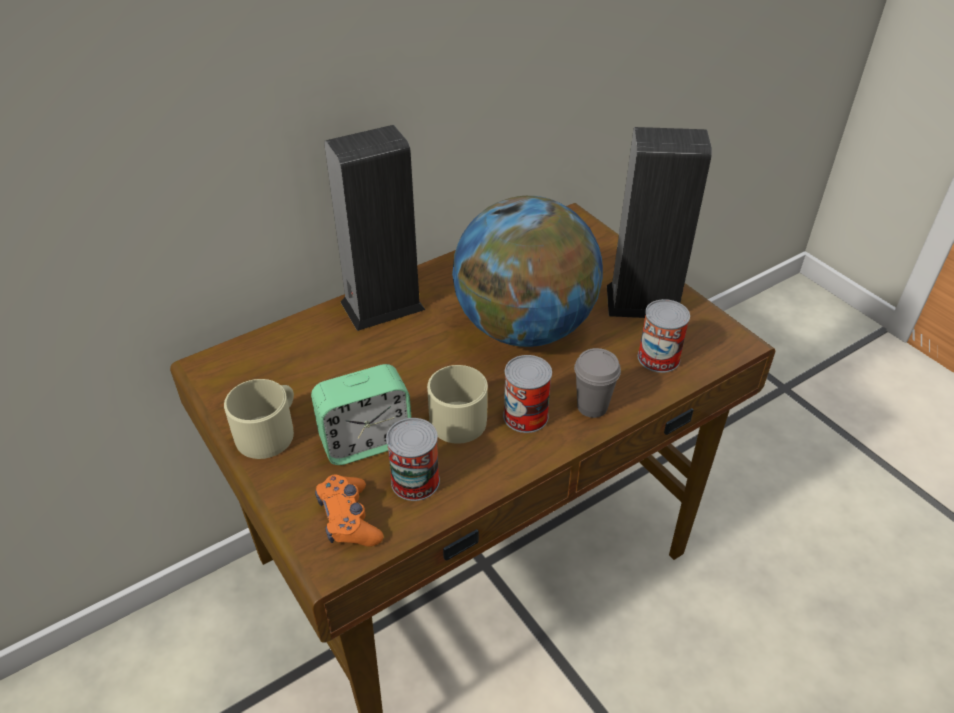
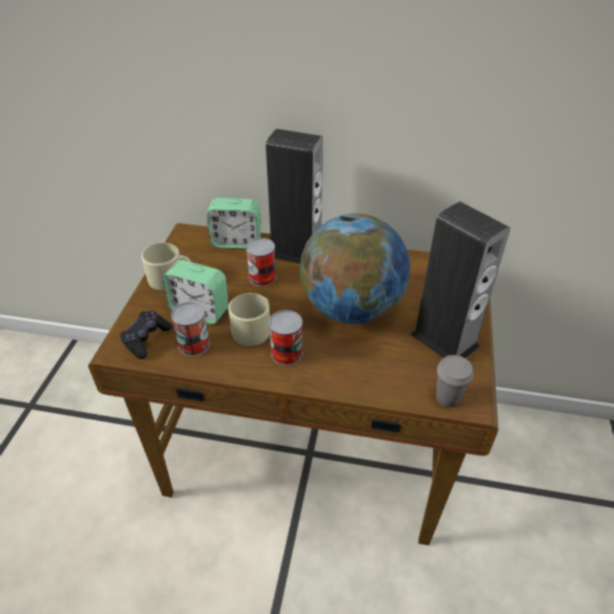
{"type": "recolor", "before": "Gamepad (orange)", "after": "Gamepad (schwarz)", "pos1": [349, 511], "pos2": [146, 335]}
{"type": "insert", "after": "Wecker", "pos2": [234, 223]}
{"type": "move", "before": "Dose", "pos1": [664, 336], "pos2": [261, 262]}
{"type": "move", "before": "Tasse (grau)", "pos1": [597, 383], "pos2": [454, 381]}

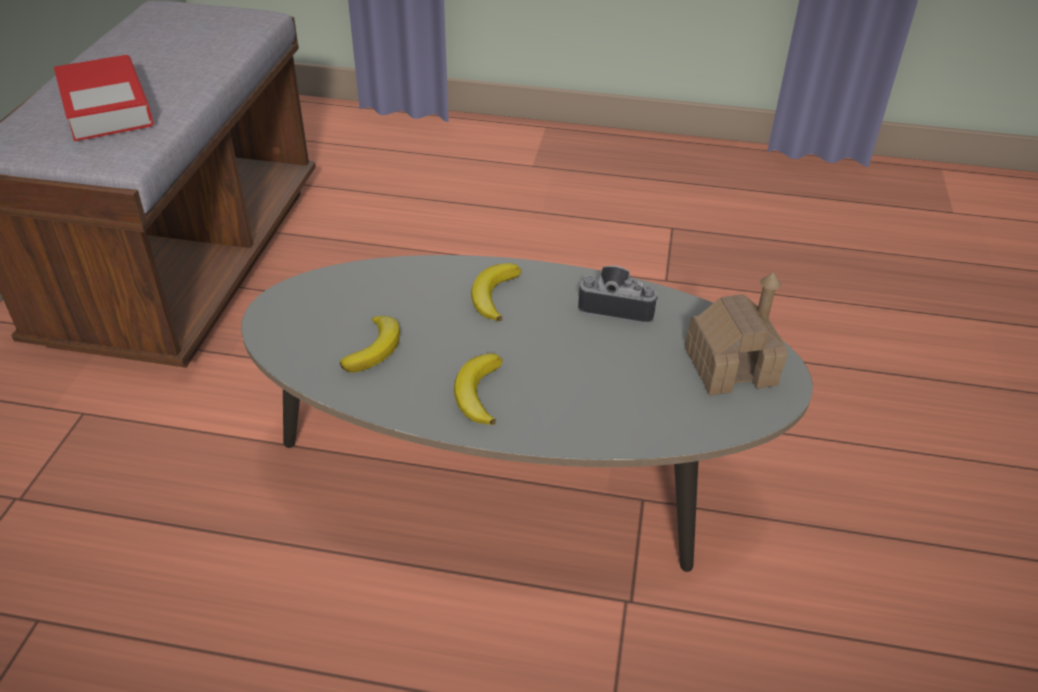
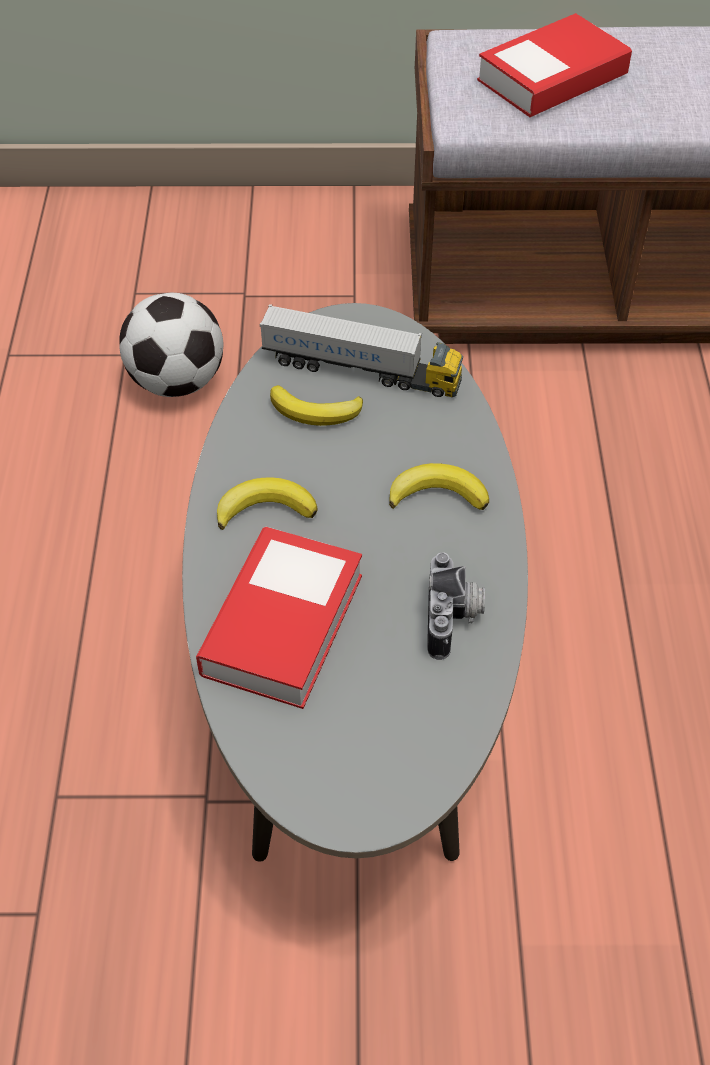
{"type": "insert", "after": "Fußball", "pos2": [171, 345]}
{"type": "insert", "after": "Buch", "pos2": [279, 618]}
{"type": "insert", "after": "Spielzeuglaster", "pos2": [361, 350]}
{"type": "delete", "before": "Spielzeughaus", "pos1": [736, 334]}

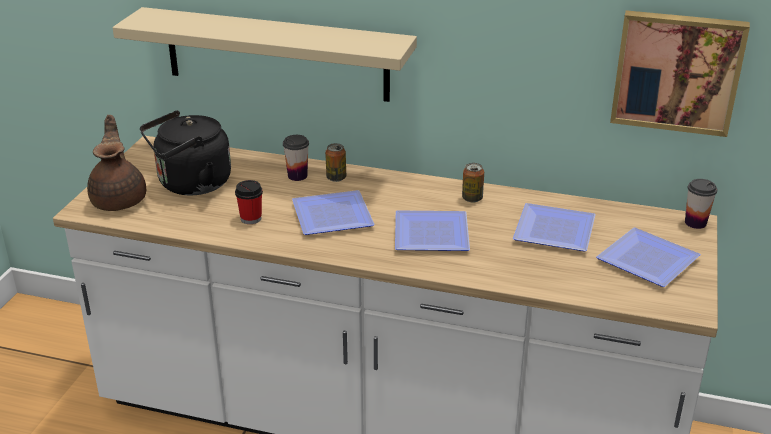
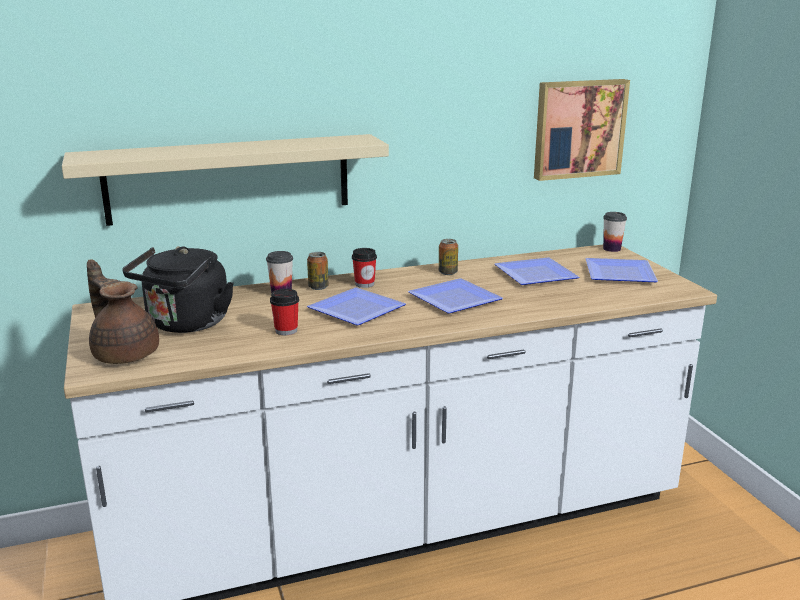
{"type": "insert", "after": "Tasse", "pos2": [364, 268]}

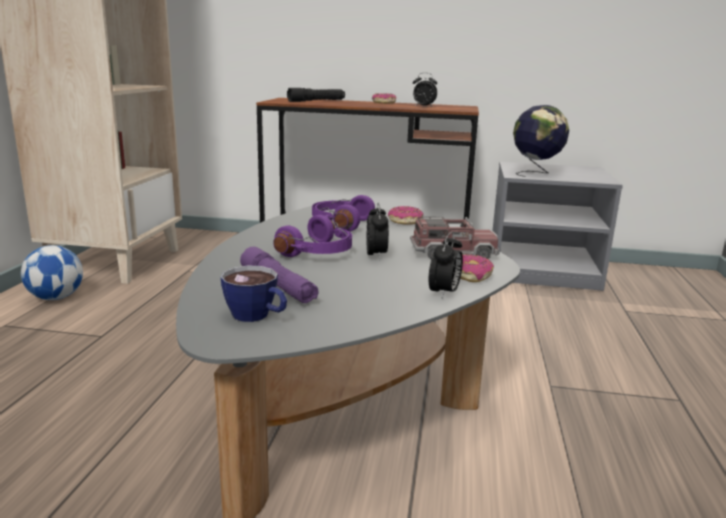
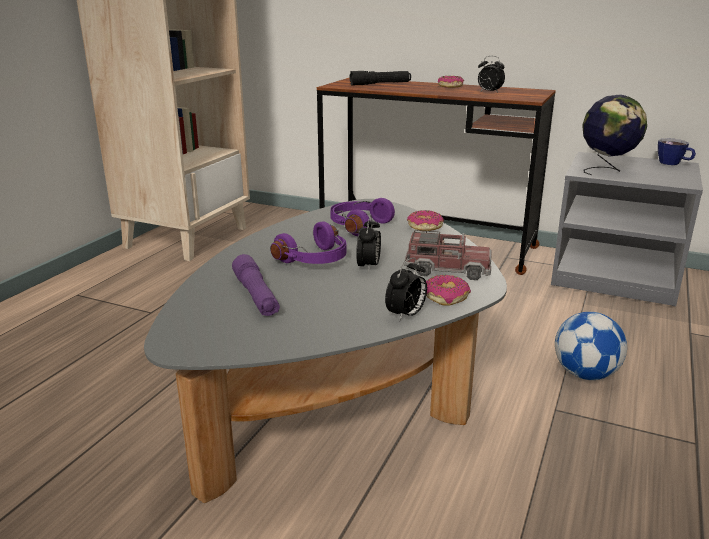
{"type": "move", "before": "Fußball", "pos1": [52, 272], "pos2": [591, 346]}
{"type": "move", "before": "Tasse", "pos1": [254, 293], "pos2": [677, 151]}

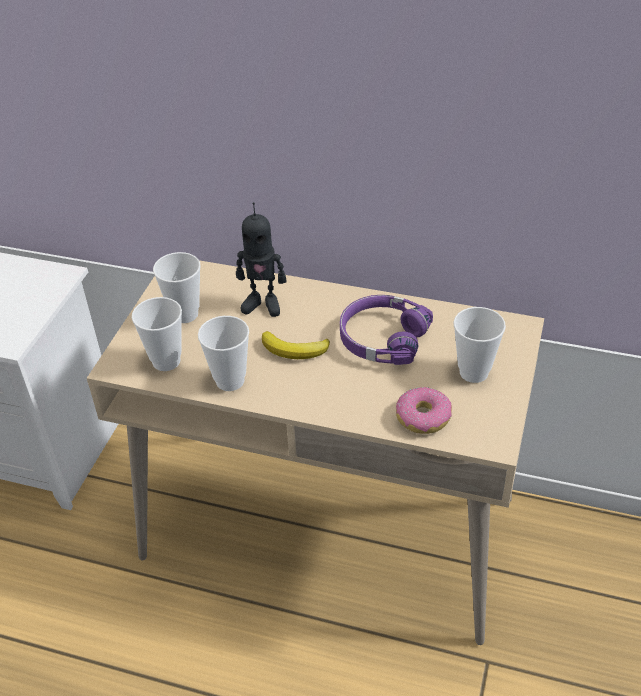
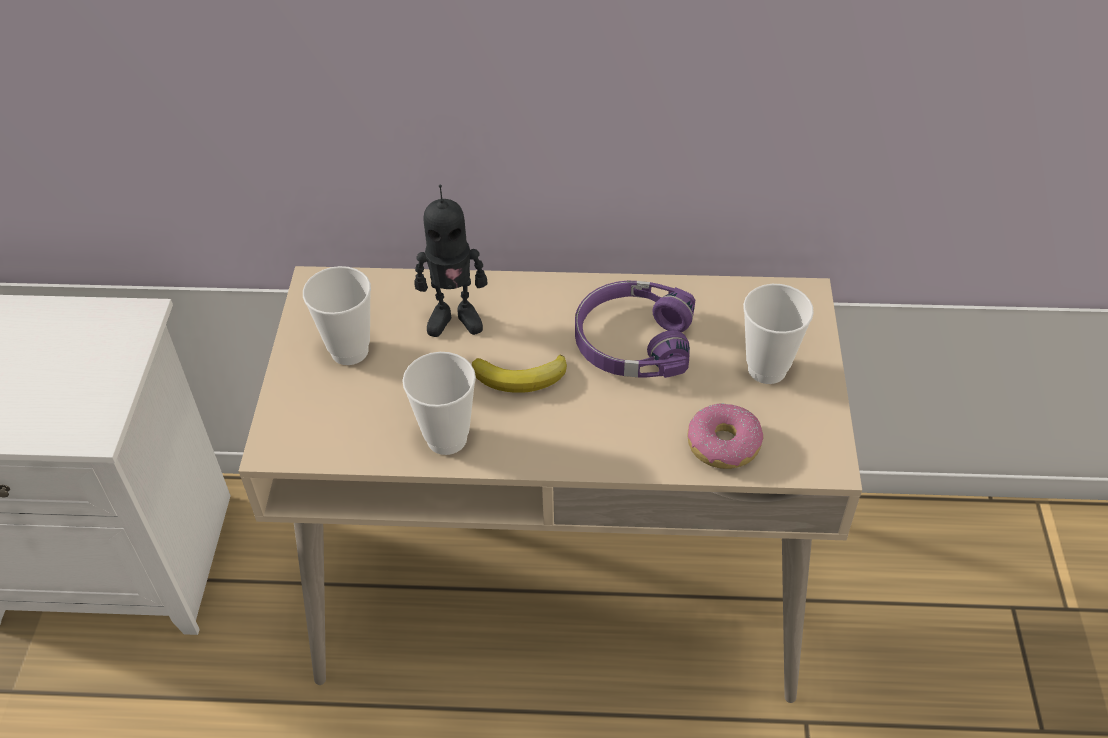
{"type": "delete", "before": "Tasse", "pos1": [157, 334]}

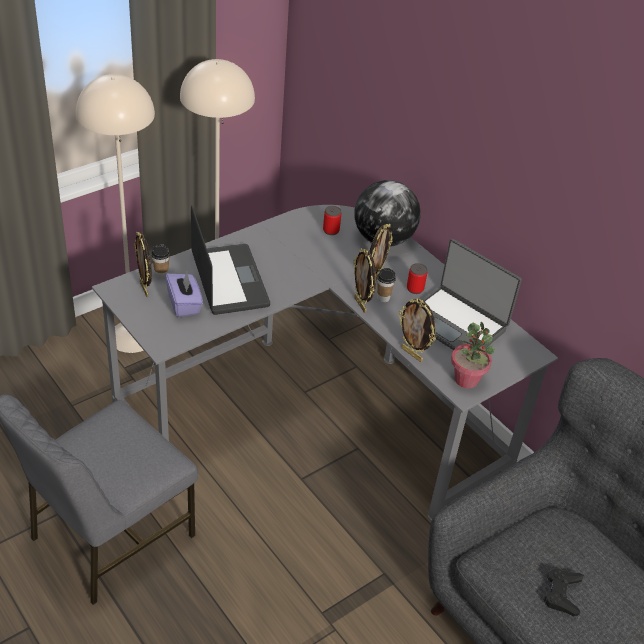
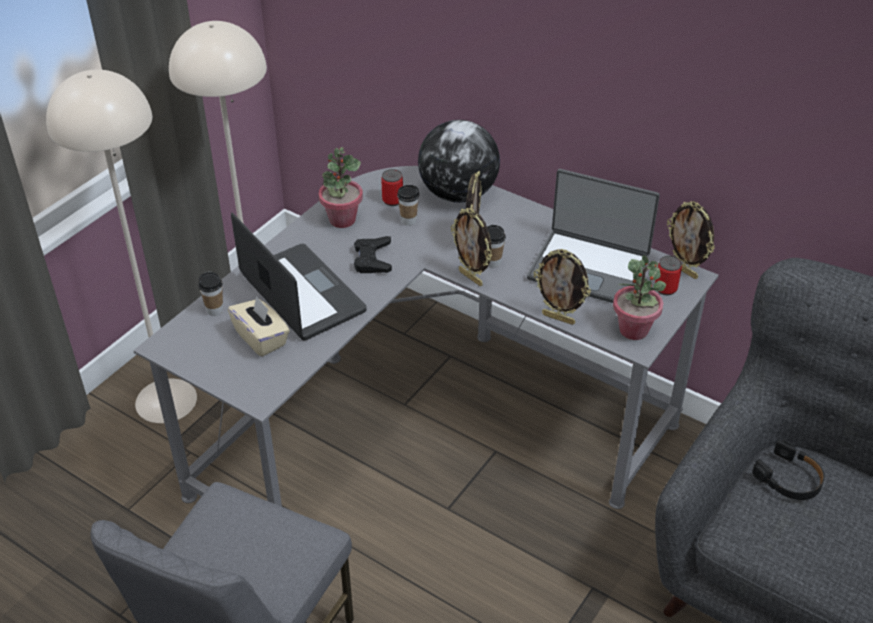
{"type": "recolor", "before": "Taschentuchbox (lila)", "after": "Taschentuchbox (beige)", "pos1": [184, 294], "pos2": [259, 326]}
{"type": "insert", "after": "Topfpflanze", "pos2": [341, 187]}
{"type": "move", "before": "Gamepad (schwarz)", "pos1": [564, 592], "pos2": [373, 254]}
{"type": "insert", "after": "Tasse", "pos2": [408, 205]}
{"type": "move", "before": "Dose", "pos1": [417, 278], "pos2": [668, 275]}
{"type": "move", "before": "Bilderrahmen", "pos1": [143, 264], "pos2": [691, 240]}
{"type": "insert", "after": "Kopfhörer (schwarz)", "pos2": [788, 470]}

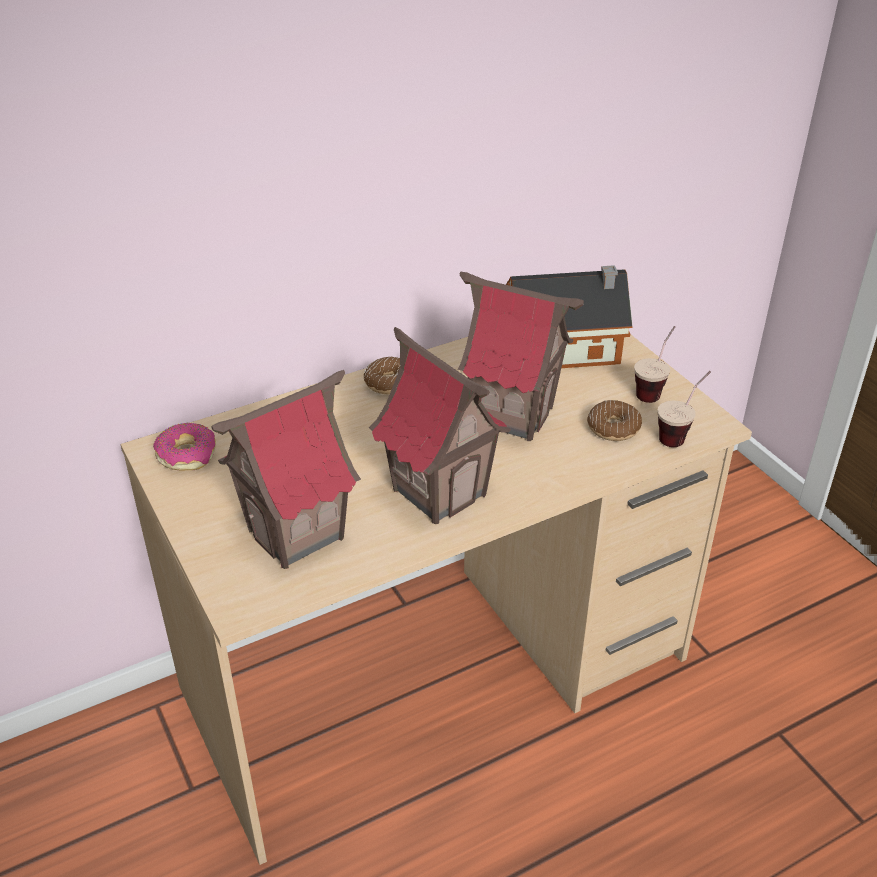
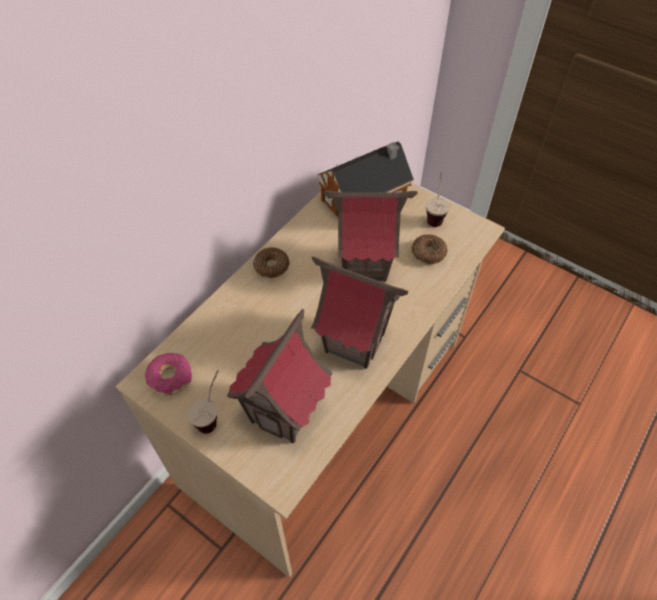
{"type": "move", "before": "Tasse", "pos1": [684, 409], "pos2": [203, 402]}

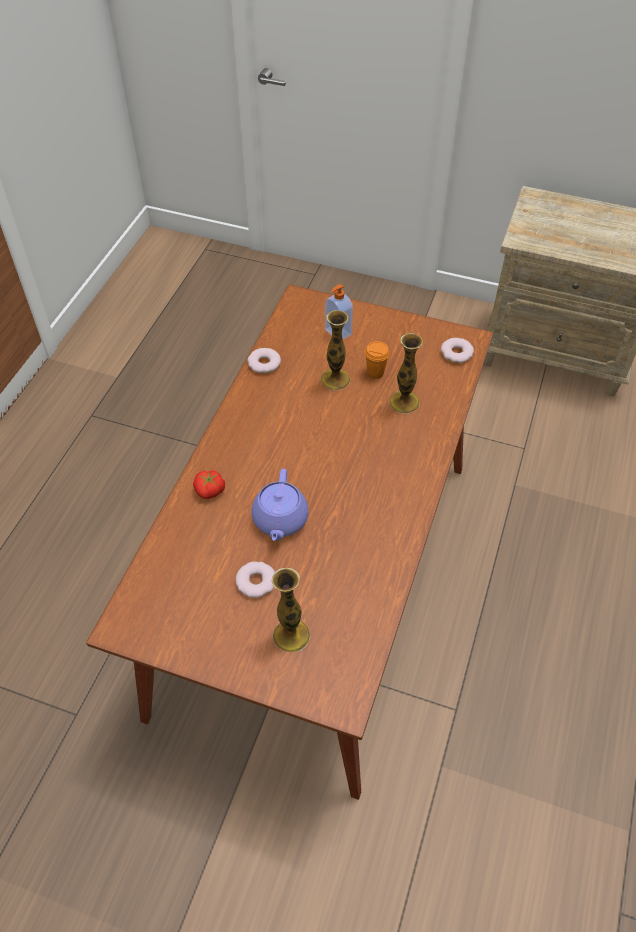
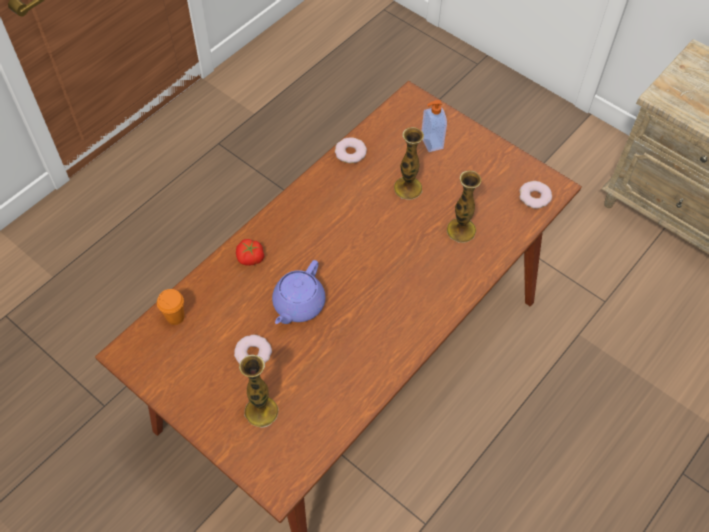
{"type": "move", "before": "Tasse (orange)", "pos1": [377, 360], "pos2": [170, 307]}

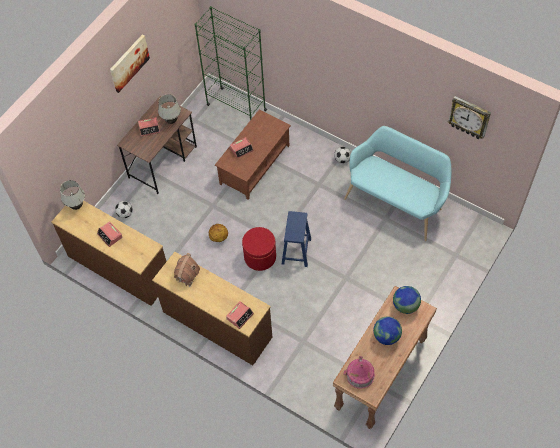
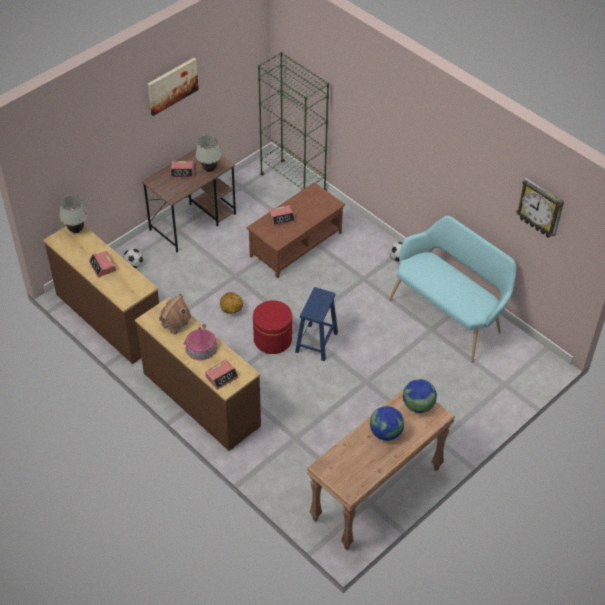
{"type": "move", "before": "Spielzeughaus", "pos1": [359, 372], "pos2": [200, 342]}

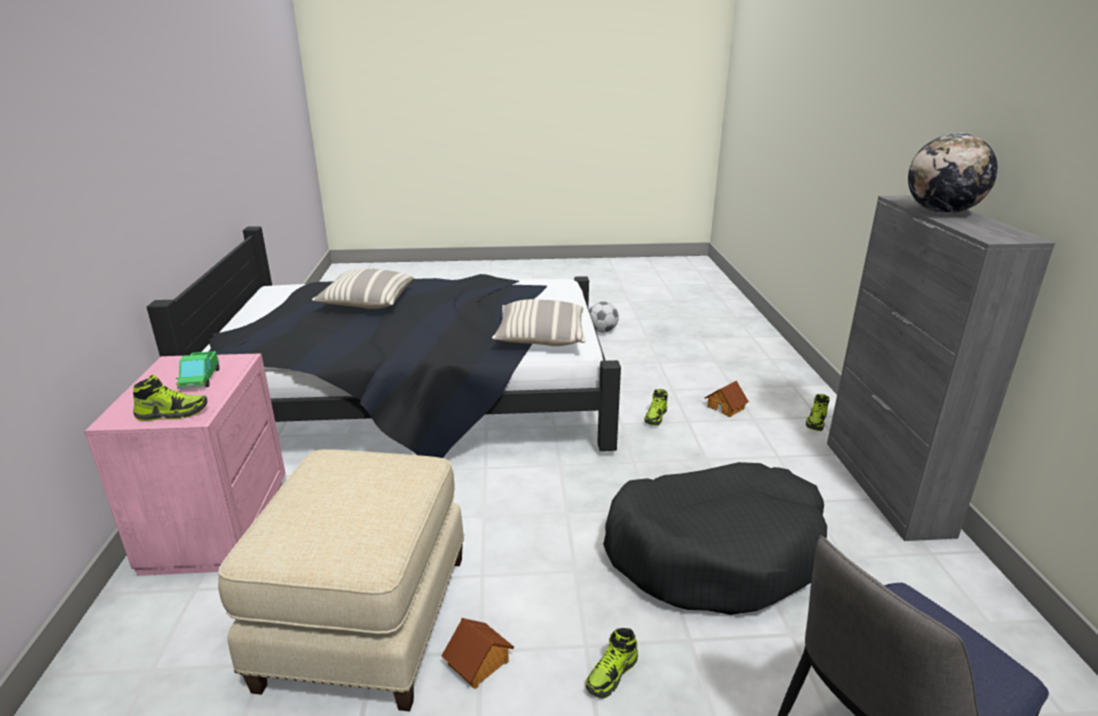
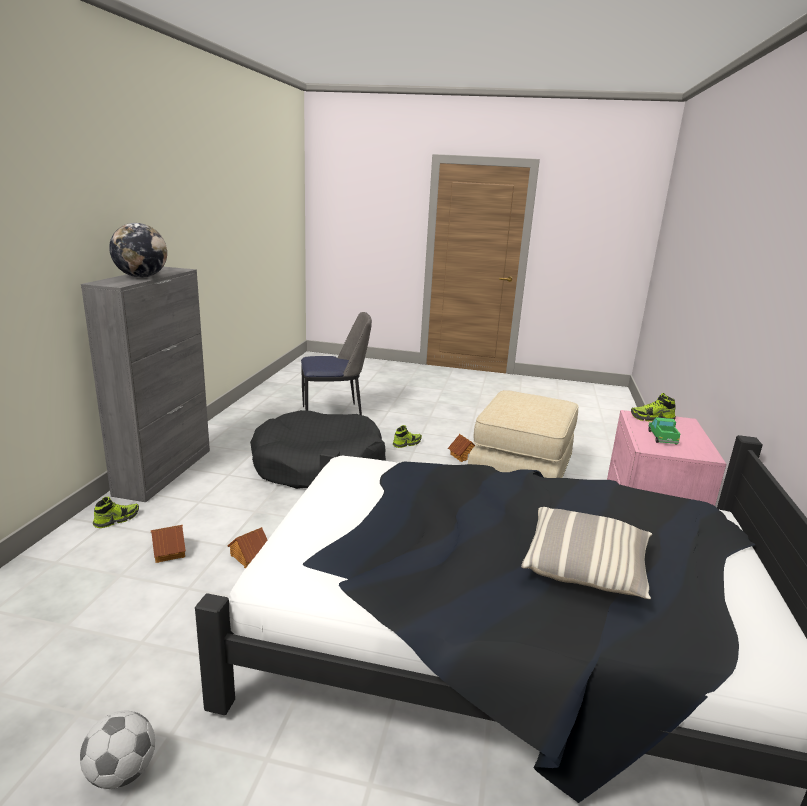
{"type": "replace", "before": "Schuh", "after": "Spielzeughaus", "pos1": [656, 407], "pos2": [247, 548]}
{"type": "delete", "before": "Kissen", "pos1": [539, 322]}

